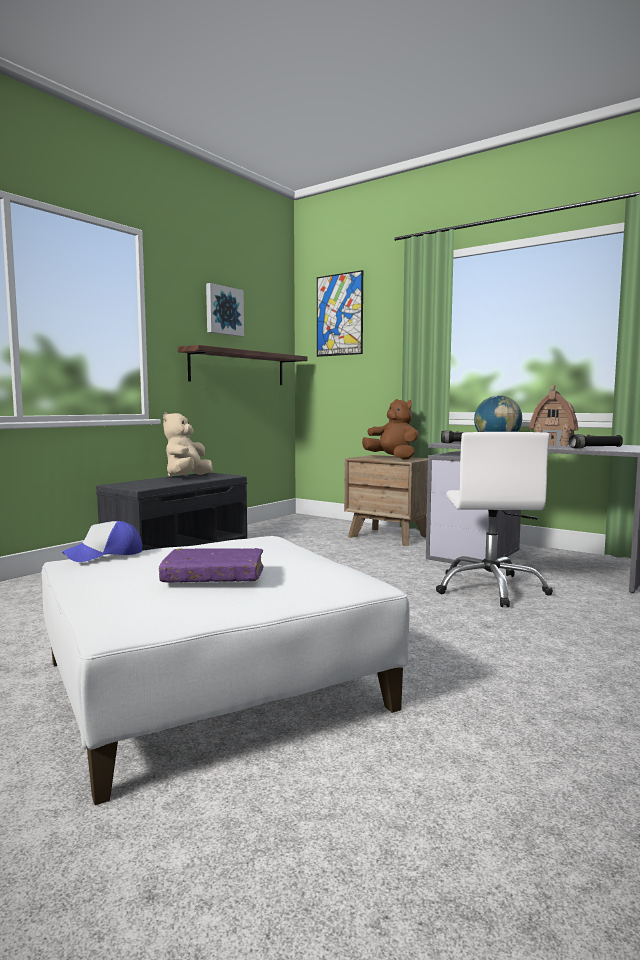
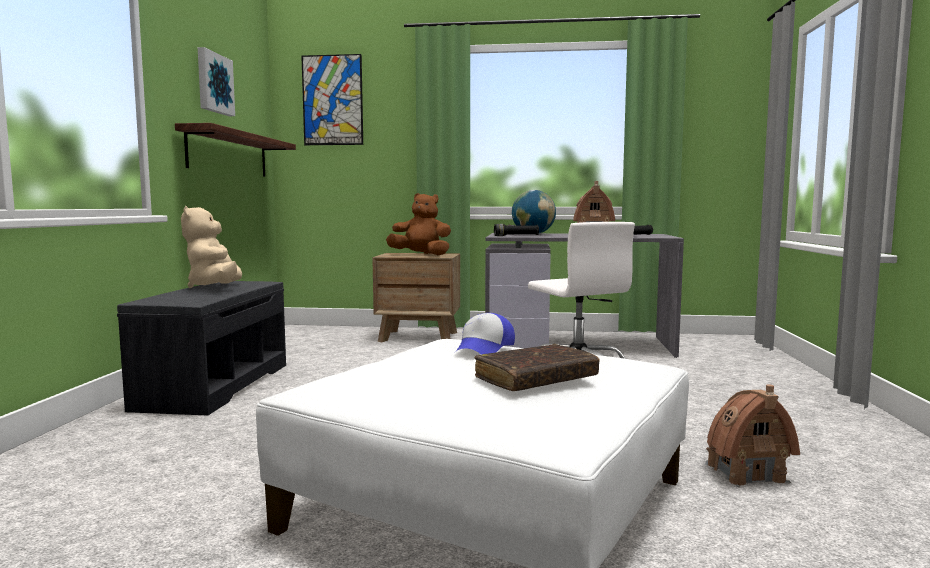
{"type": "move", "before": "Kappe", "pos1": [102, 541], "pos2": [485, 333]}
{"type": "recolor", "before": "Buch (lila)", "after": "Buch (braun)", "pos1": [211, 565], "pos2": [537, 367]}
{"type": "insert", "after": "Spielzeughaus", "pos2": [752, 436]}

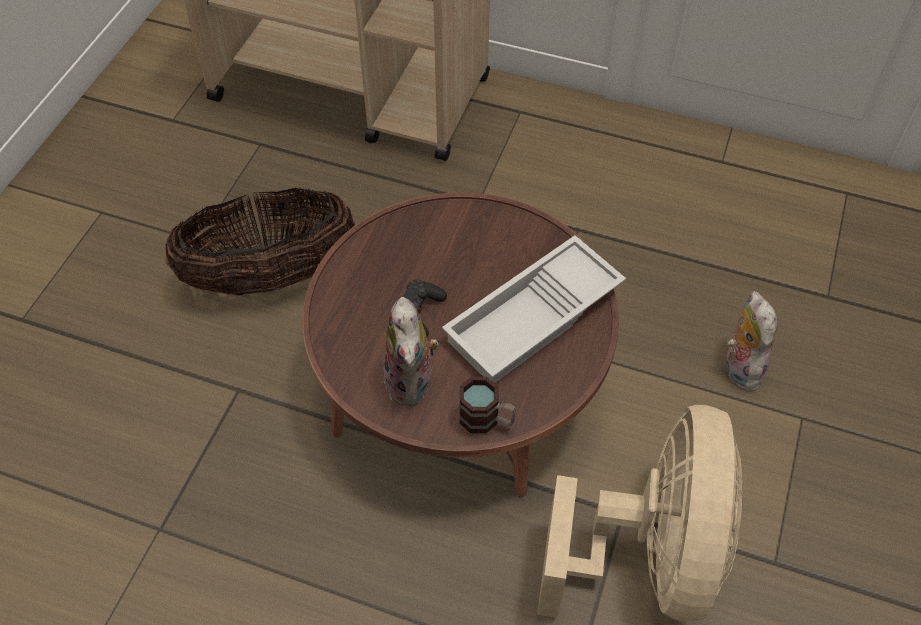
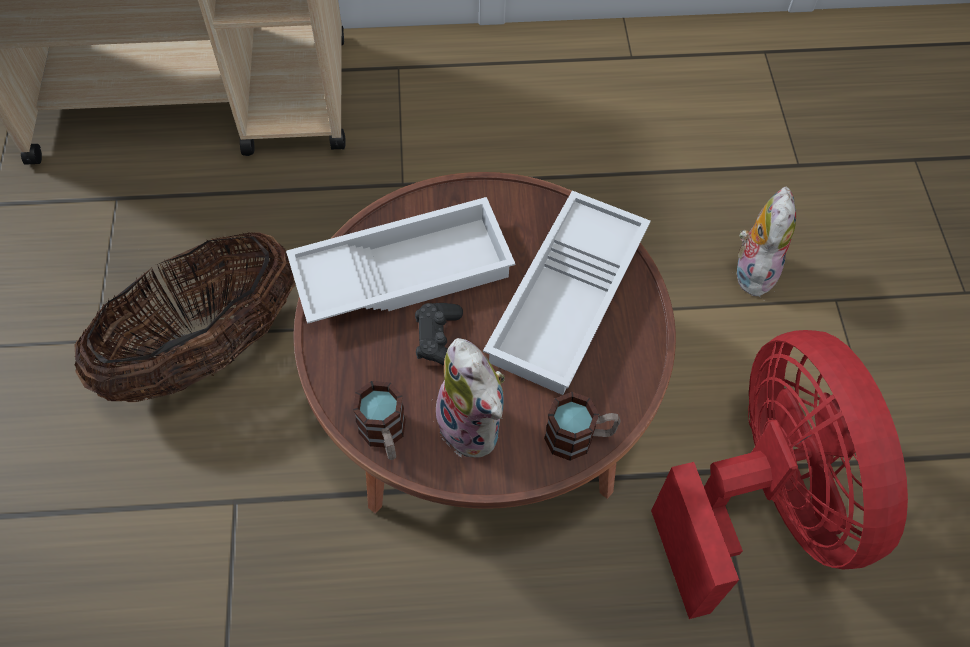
{"type": "insert", "after": "Tablett (weiß)", "pos2": [400, 260]}
{"type": "insert", "after": "Henkelbecher", "pos2": [379, 420]}
{"type": "recolor", "before": "Ventilator (beige)", "after": "Ventilator (rot)", "pos1": [640, 513], "pos2": [779, 474]}
{"type": "rotate", "before": "Plüschtier", "pos1": [751, 341], "pos2": [766, 241], "turn": 45}

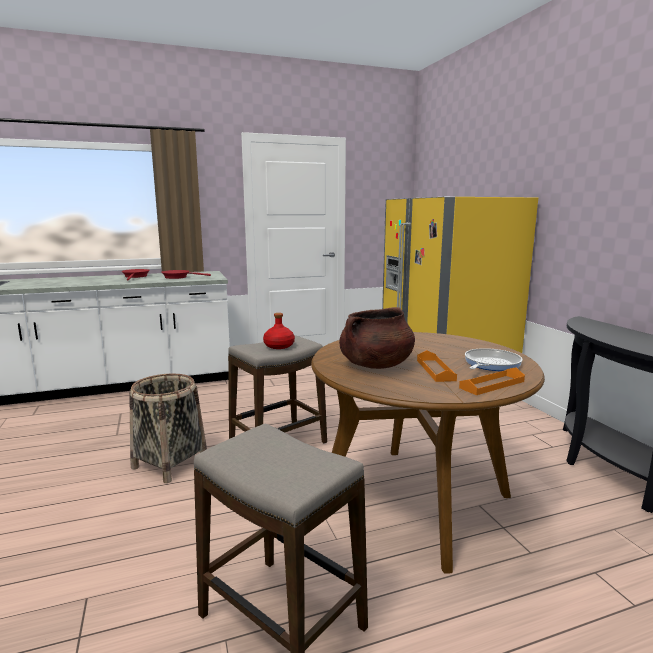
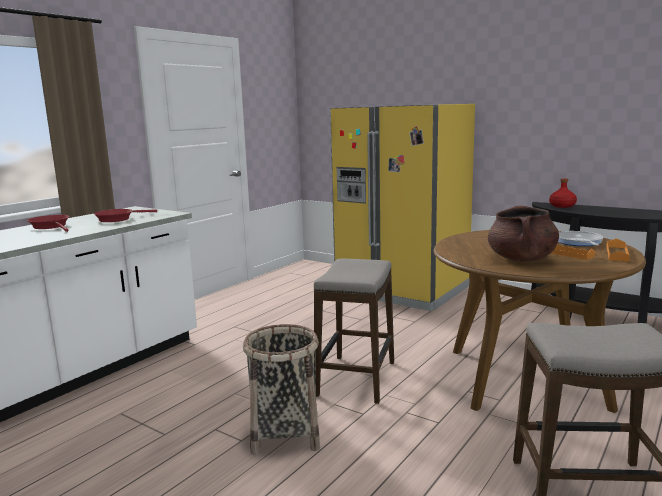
{"type": "move", "before": "Flasche (rot)", "pos1": [279, 331], "pos2": [563, 193]}

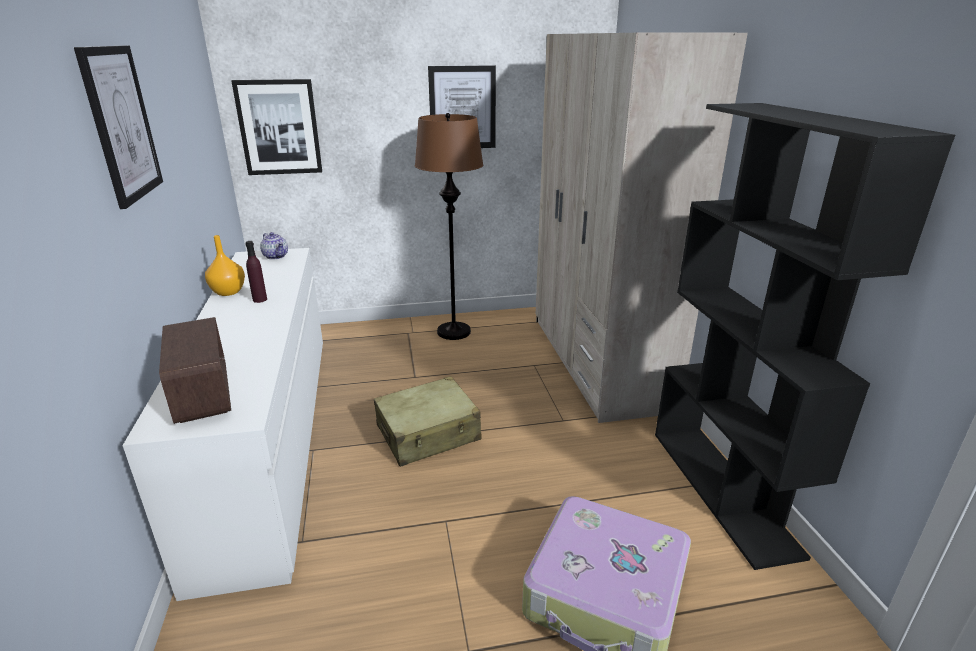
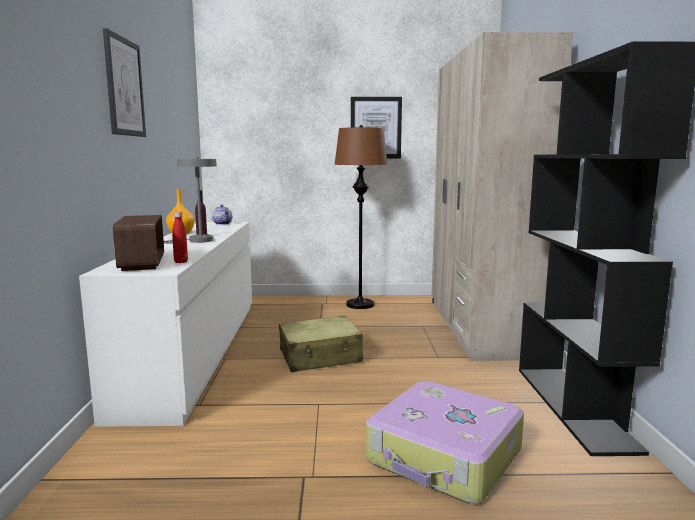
{"type": "insert", "after": "Tischlampe (grau)", "pos2": [190, 200]}
{"type": "insert", "after": "Flasche (rot)", "pos2": [180, 237]}
{"type": "delete", "before": "Bild", "pos1": [276, 127]}

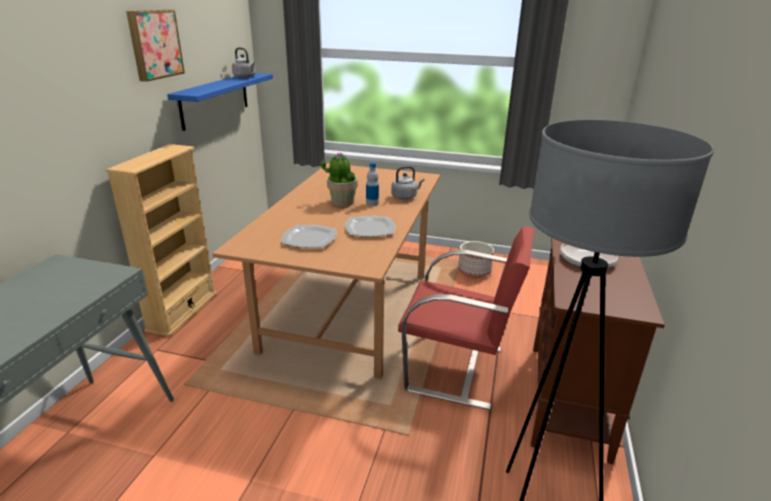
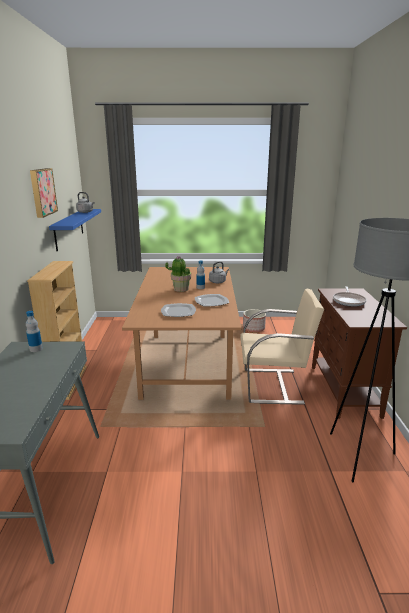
{"type": "insert", "after": "Flasche", "pos2": [34, 331]}
{"type": "recolor", "before": "Stuhl (rot)", "after": "Stuhl (beige)", "pos1": [466, 318], "pos2": [282, 347]}

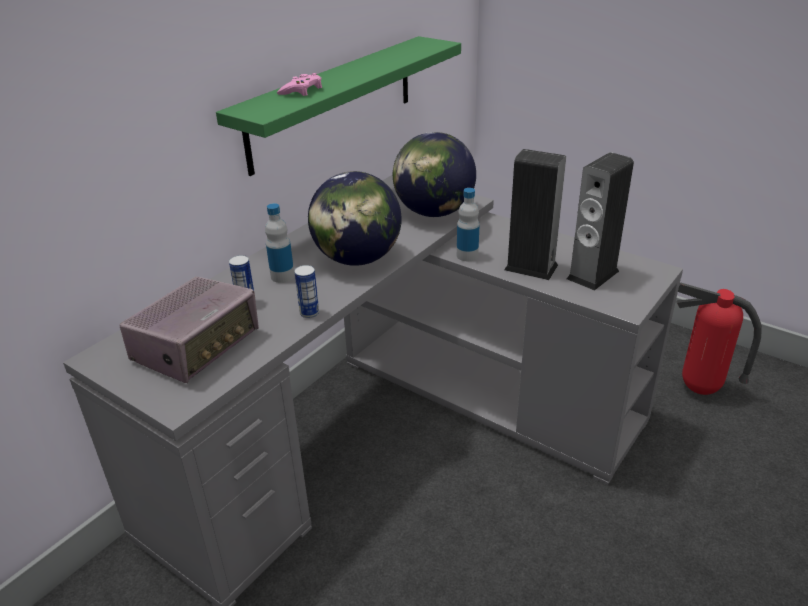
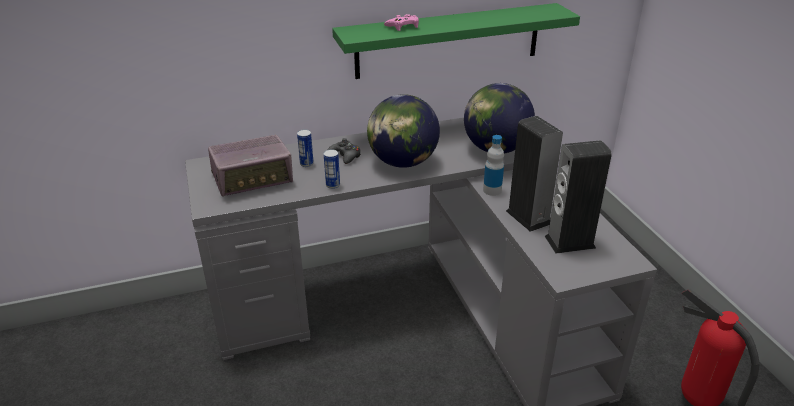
{"type": "replace", "before": "Flasche", "after": "Gamepad (schwarz)", "pos1": [280, 243], "pos2": [344, 151]}

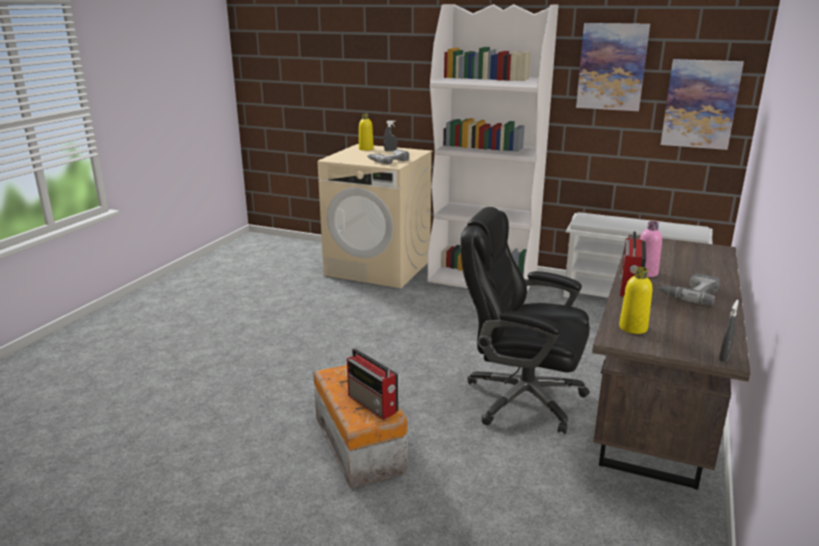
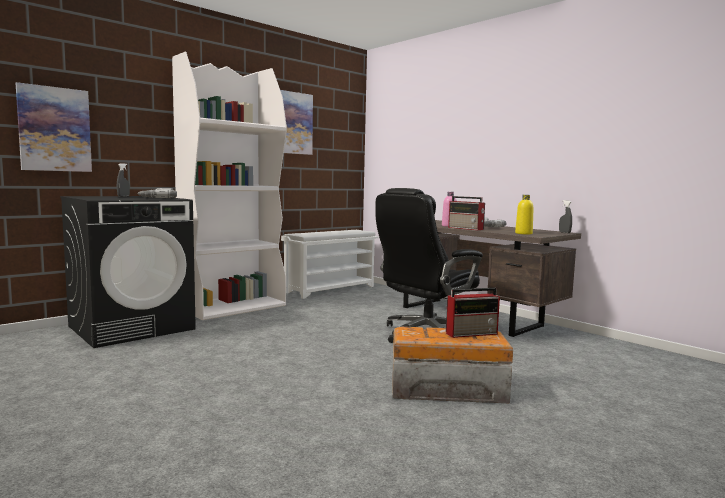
{"type": "move", "before": "Bild", "pos1": [702, 104], "pos2": [54, 127]}
{"type": "recolor", "before": "Waschmaschine (beige)", "after": "Waschmaschine (schwarz)", "pos1": [375, 216], "pos2": [128, 272]}
{"type": "delete", "before": "Flasche (gelb)", "pos1": [366, 132]}

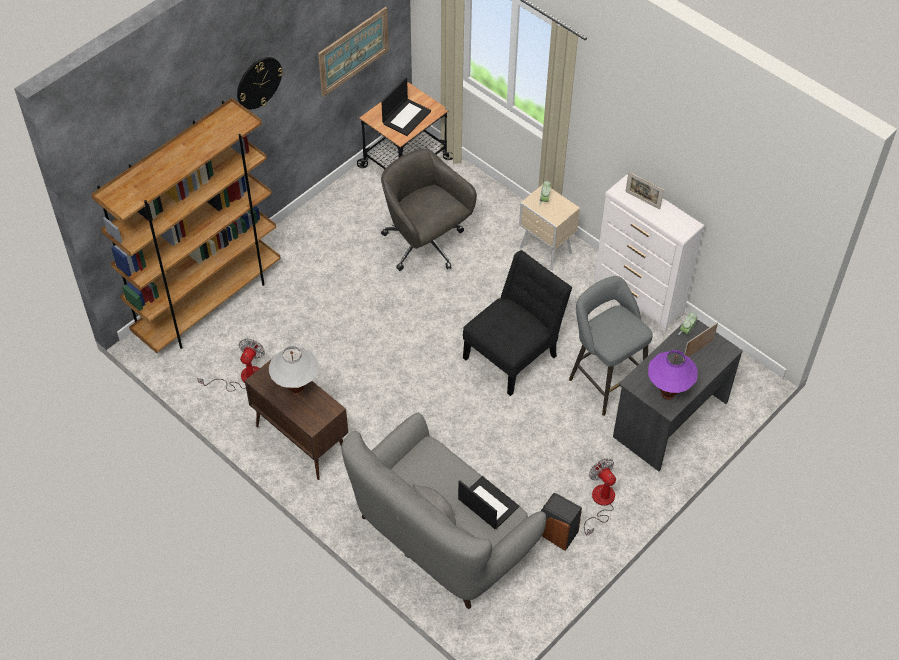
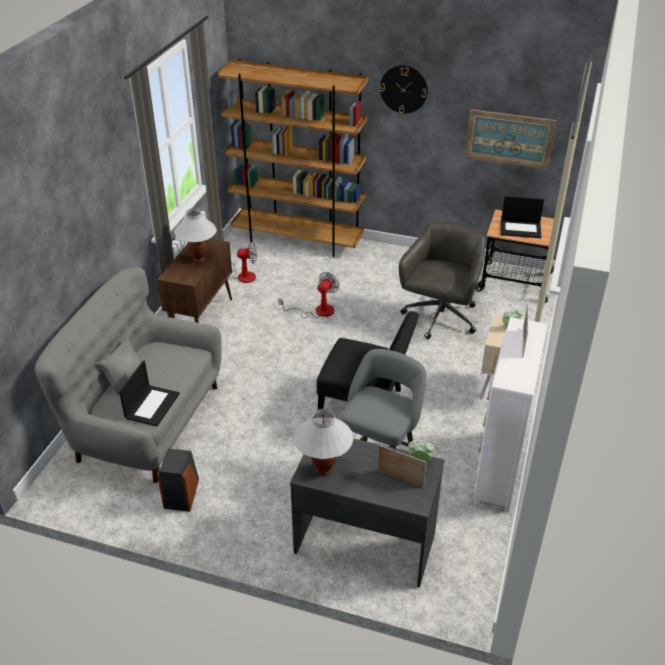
{"type": "move", "before": "Ventilator", "pos1": [600, 496], "pos2": [308, 295]}
{"type": "recolor", "before": "Tischlampe (lila)", "after": "Tischlampe (weiß)", "pos1": [673, 375], "pos2": [324, 442]}

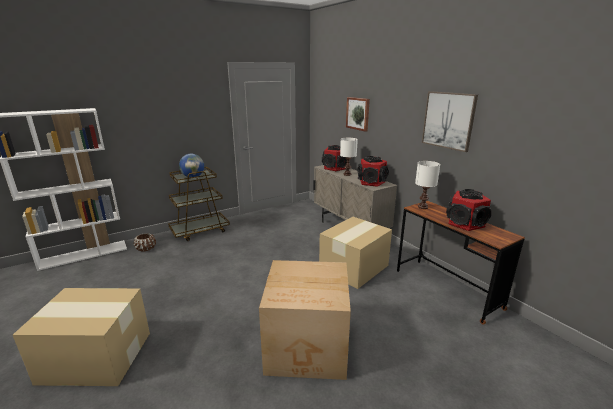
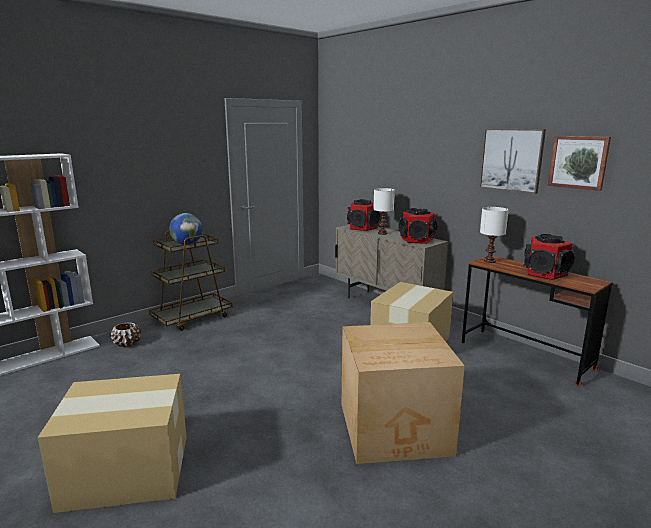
{"type": "move", "before": "Bild", "pos1": [358, 114], "pos2": [579, 163]}

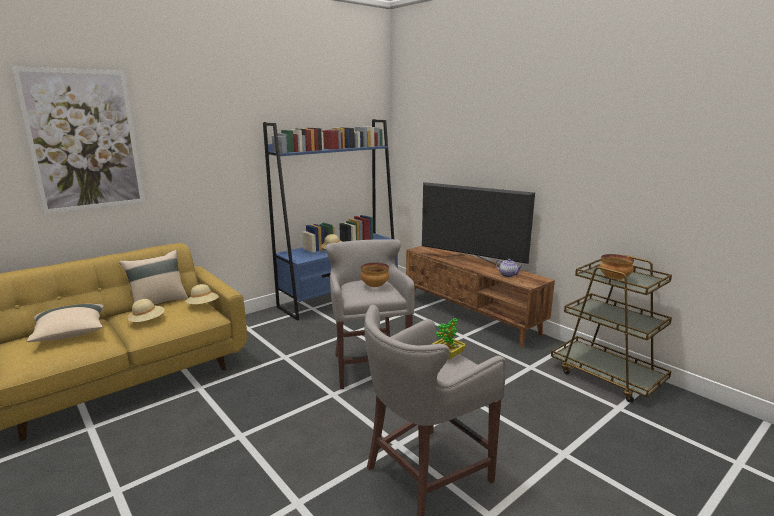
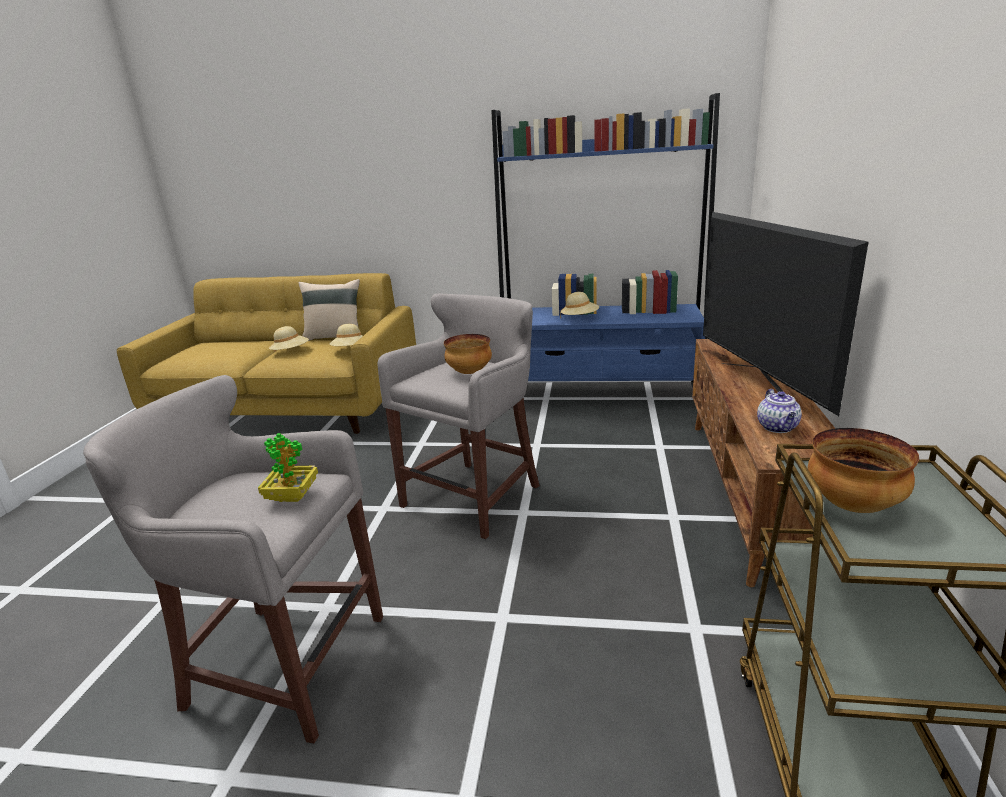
{"type": "delete", "before": "Bild", "pos1": [78, 140]}
{"type": "delete", "before": "Kissen (beige)", "pos1": [65, 323]}

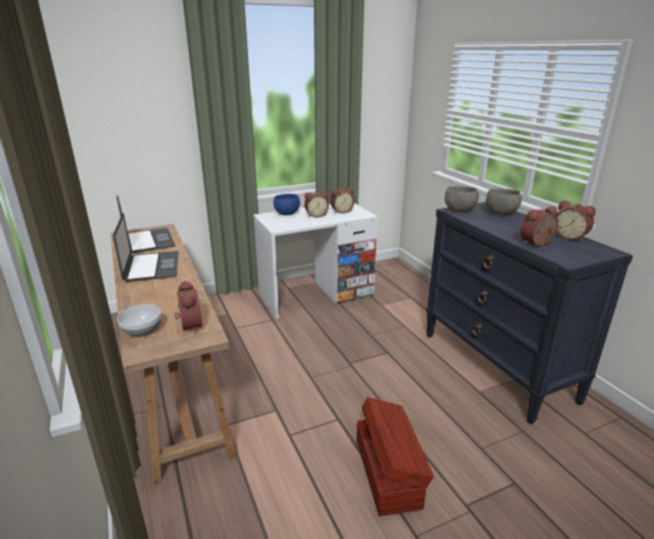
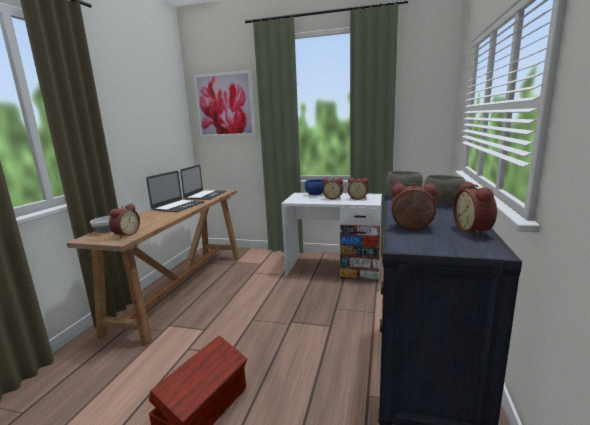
{"type": "insert", "after": "Bild", "pos2": [224, 103]}

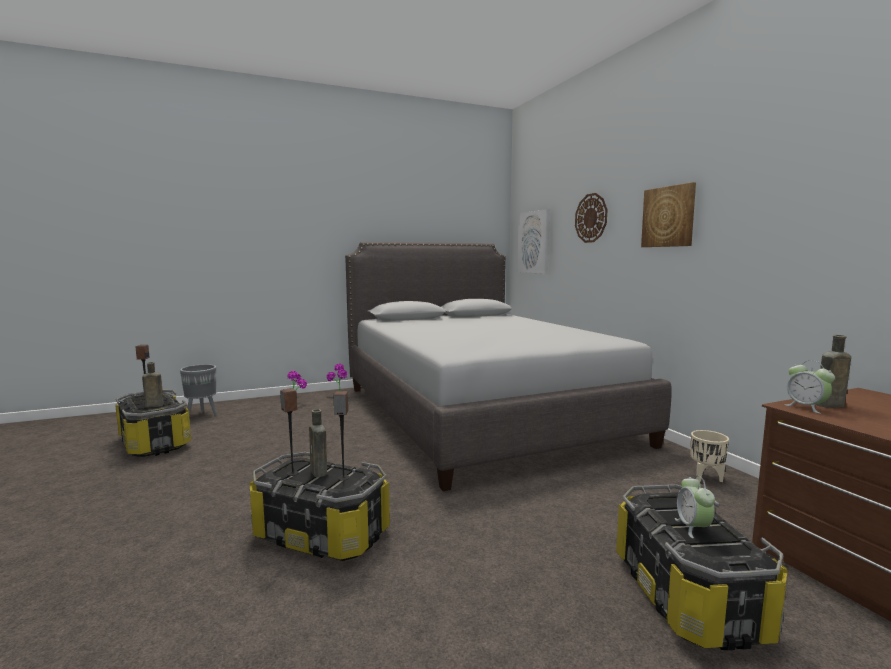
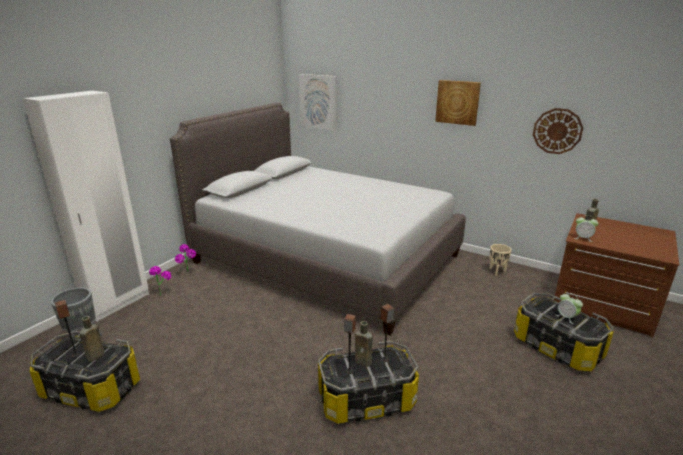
{"type": "insert", "after": "Kleiderschrank (weiß)", "pos2": [86, 206]}
{"type": "move", "before": "Wanduhr", "pos1": [591, 218], "pos2": [558, 131]}

